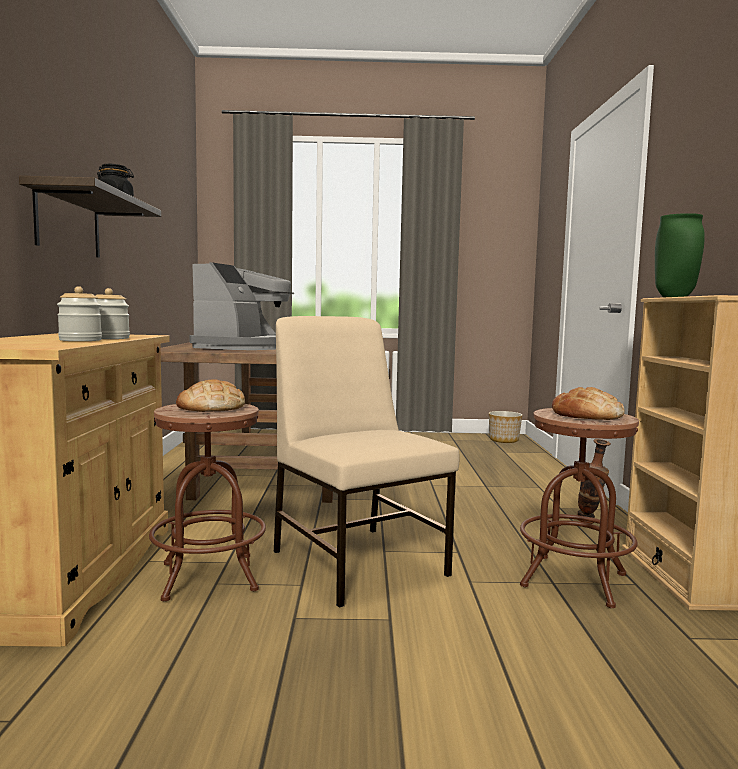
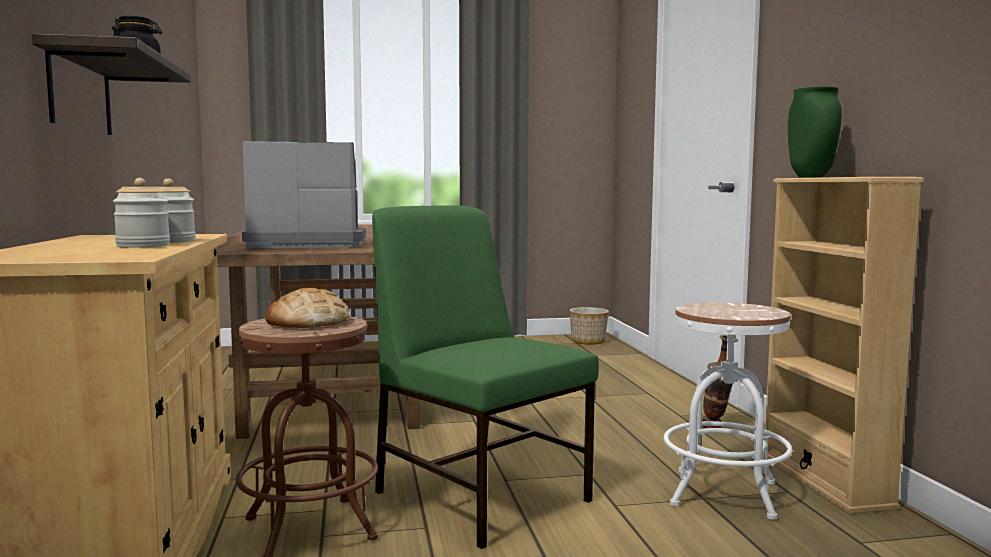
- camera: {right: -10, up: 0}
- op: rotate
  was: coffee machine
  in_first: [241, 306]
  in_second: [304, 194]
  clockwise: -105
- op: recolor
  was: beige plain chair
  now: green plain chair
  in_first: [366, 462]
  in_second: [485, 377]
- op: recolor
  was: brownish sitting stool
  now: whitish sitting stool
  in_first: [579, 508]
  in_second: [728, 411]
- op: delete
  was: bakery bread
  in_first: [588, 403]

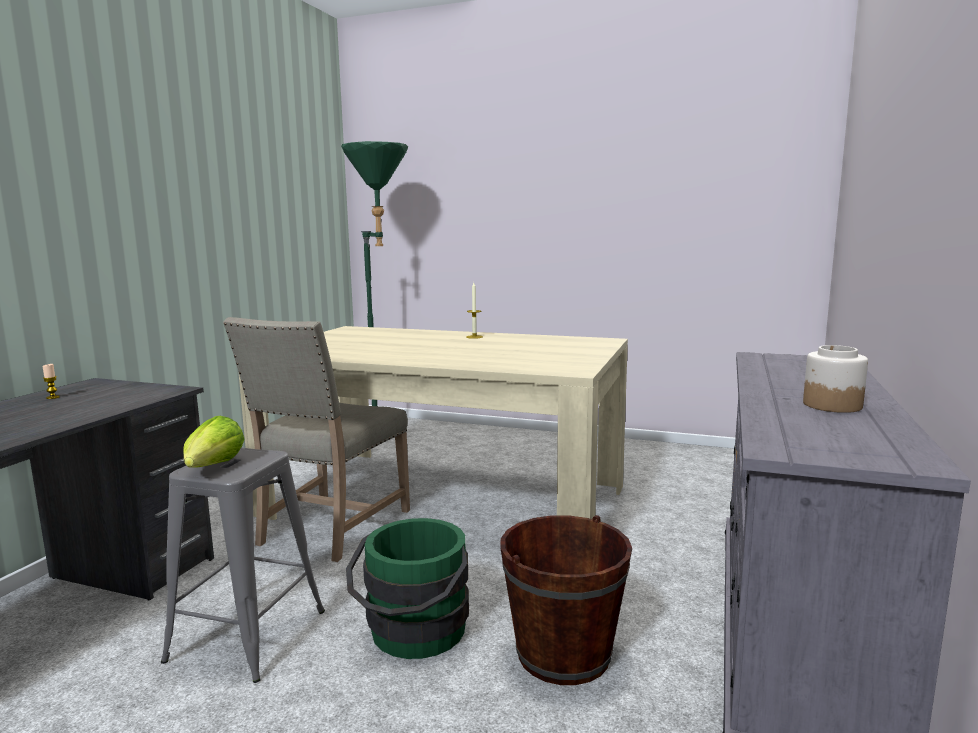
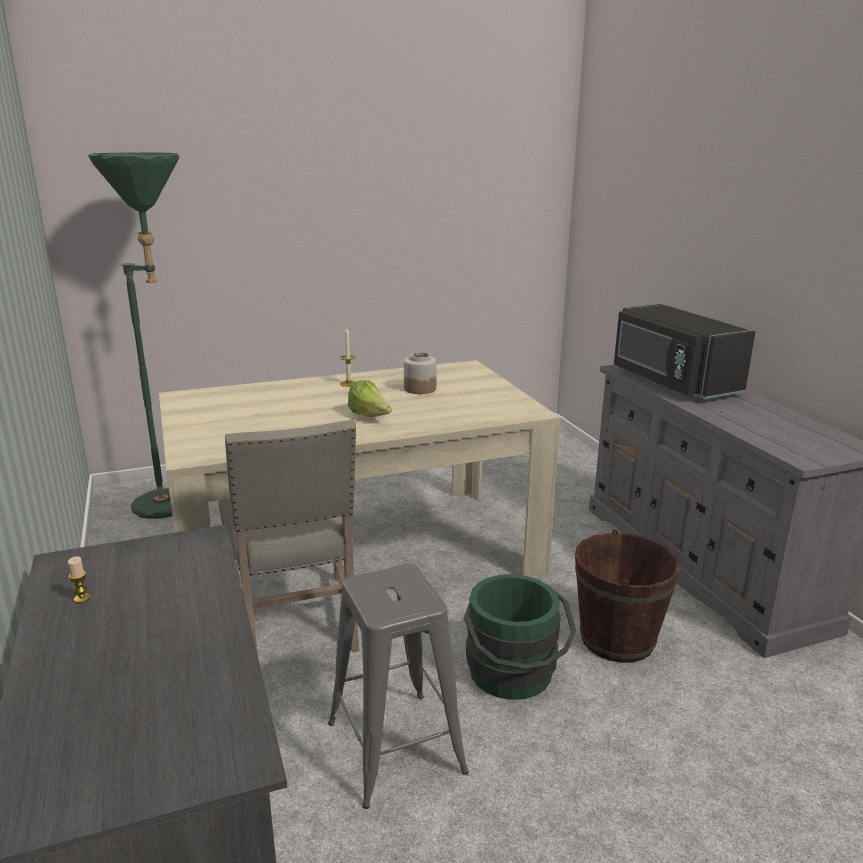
- camera: {right: -40, up: 10}
- op: move
  was: lettuce
  in_first: [214, 442]
  in_second: [370, 398]
- op: move
  was: preserve jar
  in_first: [835, 379]
  in_second: [420, 373]
- op: insert
  now: blackish microwave oven
  in_second: [684, 351]

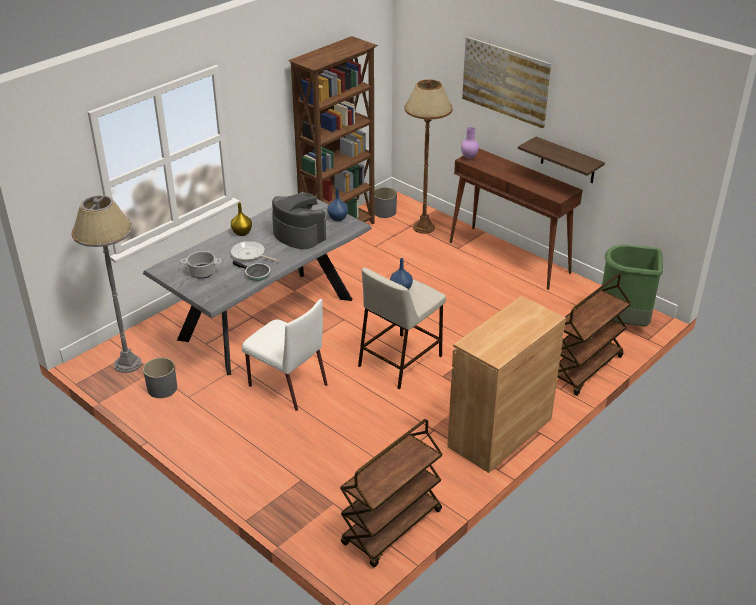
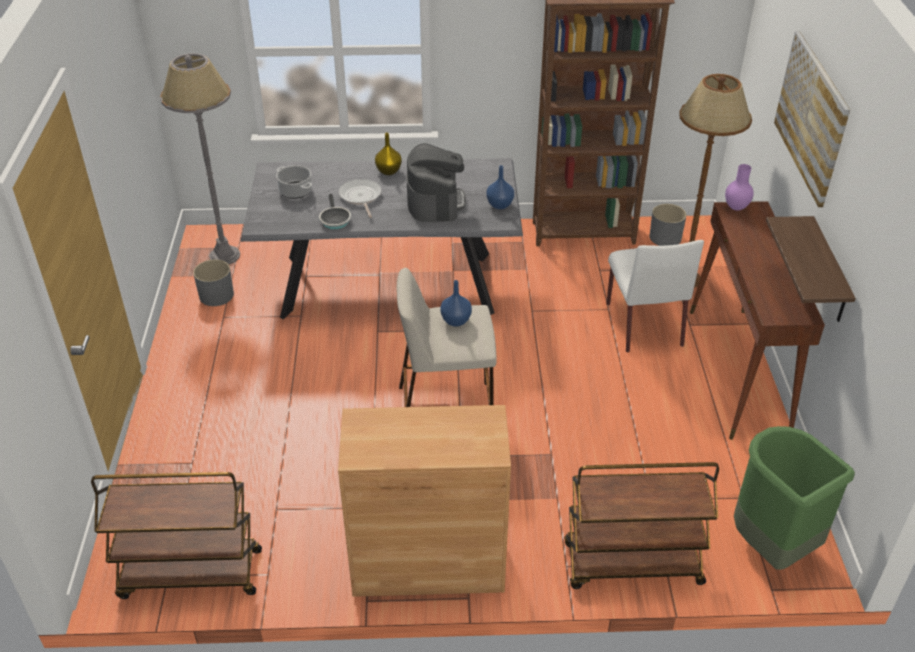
- camera: {right: 45, up: 5}
- op: move
  was: whitish plain chair
  in_first: [285, 355]
  in_second: [655, 296]

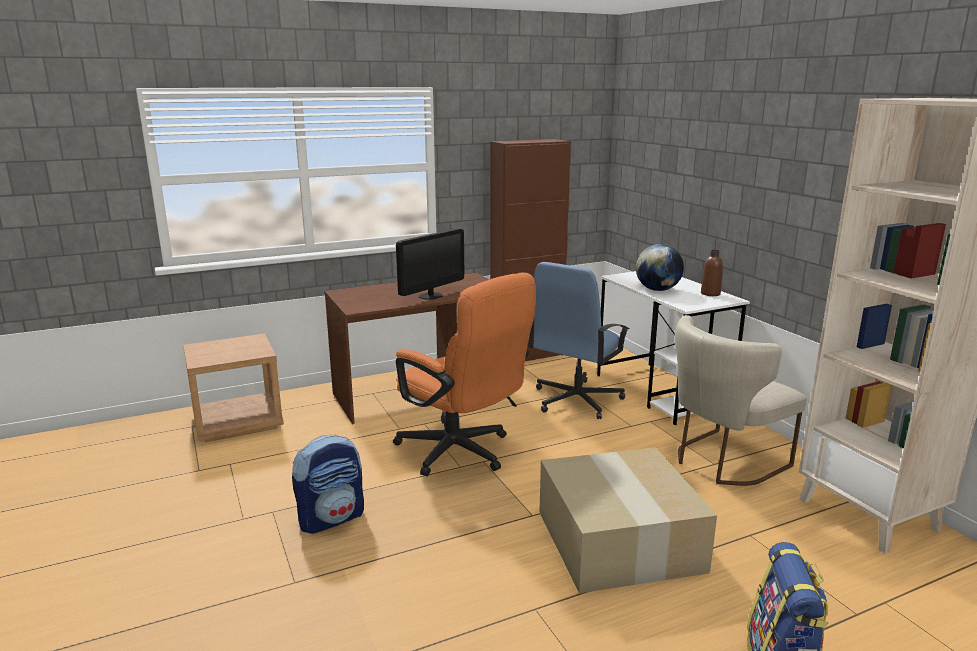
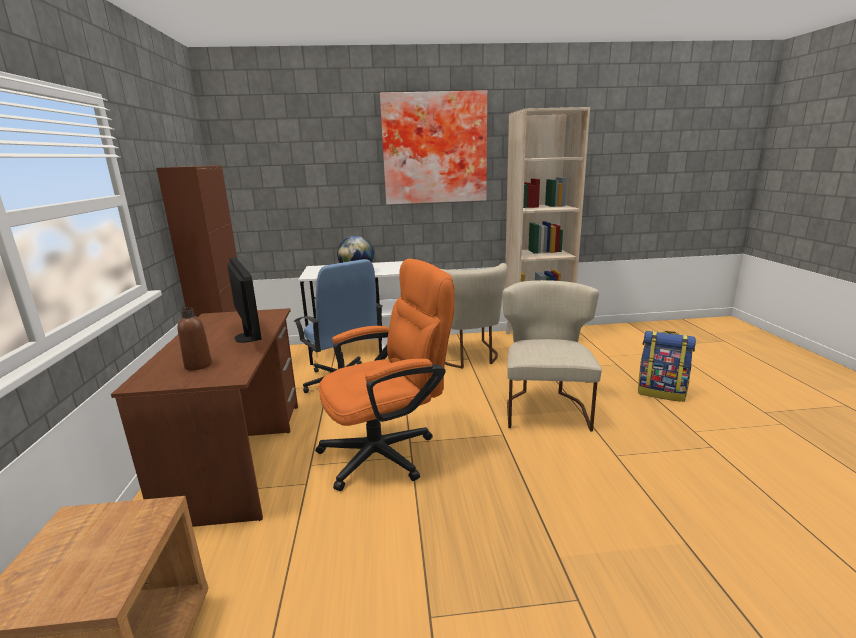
- camera: {right: -70, up: 0}
- op: delete
  was: knapsack
  in_first: [328, 484]
- op: replace
  was: cardboard box
  now: beige plain chair
  in_first: [628, 520]
  in_second: [552, 356]
- op: move
  was: brownish beverage bottle
  in_first: [712, 273]
  in_second: [194, 339]
- op: insert
  now: wall art
  in_second: [433, 147]

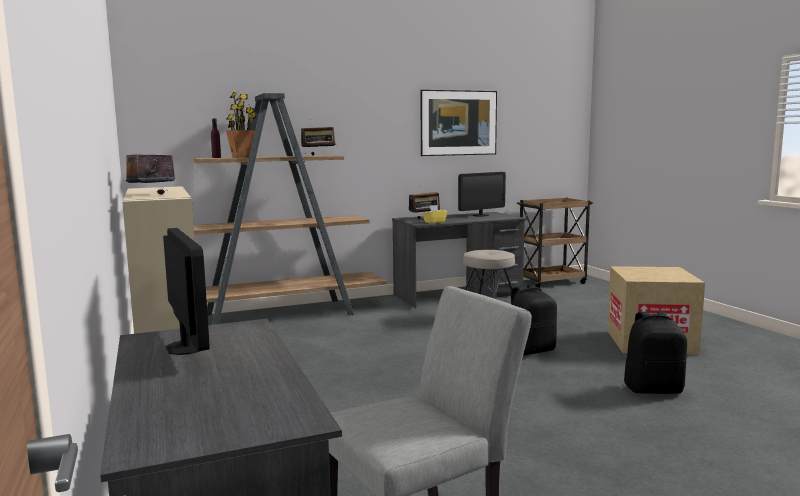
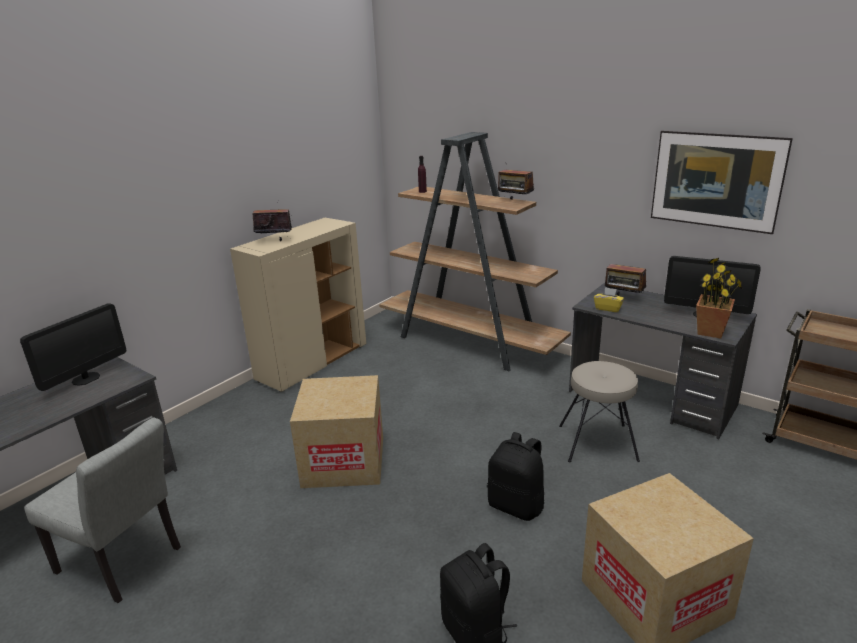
- camera: {right: 60, up: 15}
- op: move
  was: plant in a pot
  in_first: [241, 125]
  in_second: [719, 298]
- op: insert
  now: cardboard box
  in_second: [336, 431]

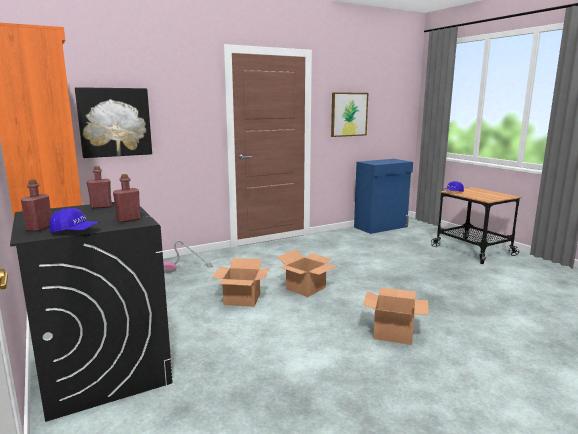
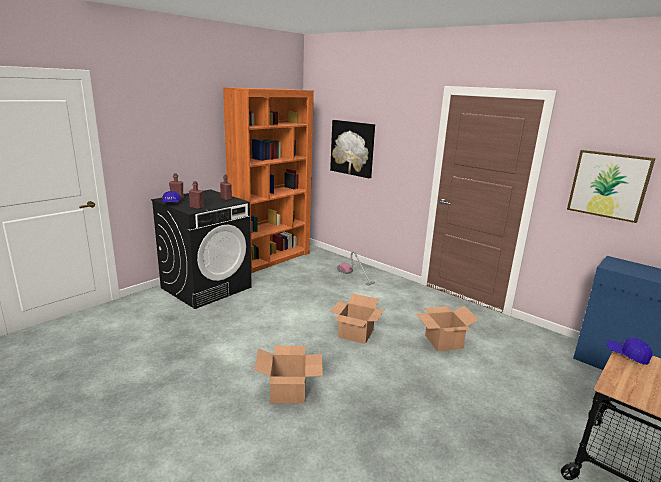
- camera: {right: 70, up: 5}
- op: move
  was: cardboard box
  in_first: [240, 282]
  in_second: [447, 328]

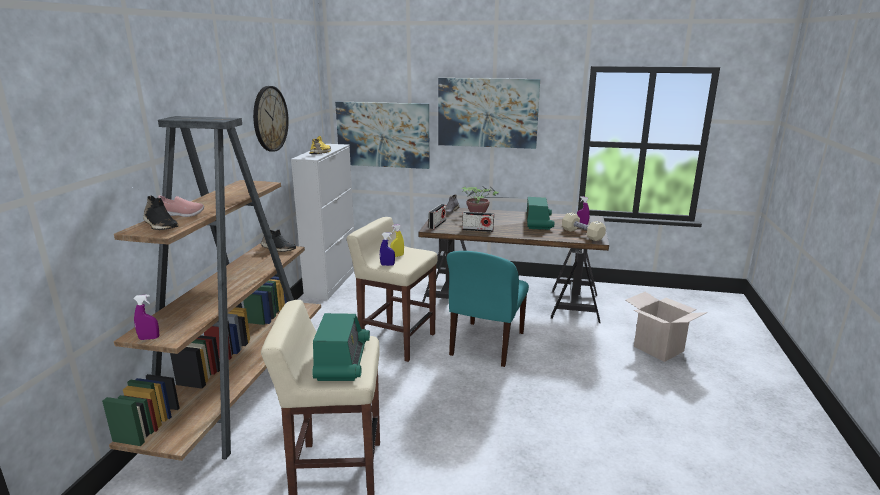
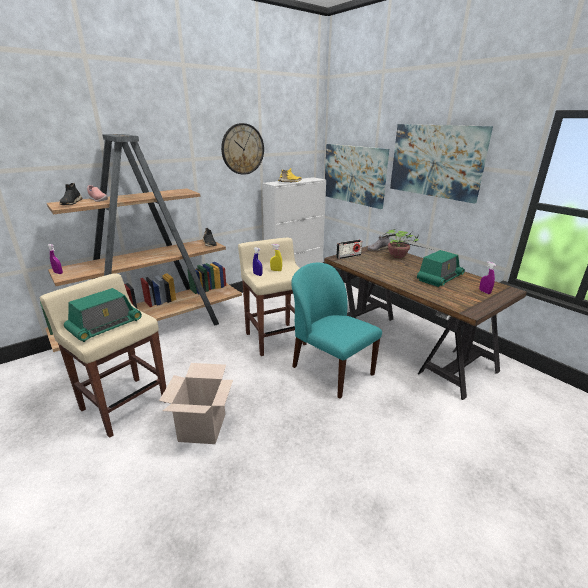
- camera: {right: 40, up: 5}
- op: rotate
  was: blue-green plain chair
  in_first: [488, 309]
  in_second: [336, 331]
  clockwise: 75
- op: delete
  was: radio set
  in_first: [478, 222]
- op: delete
  was: beige hand weight
  in_first: [584, 227]
- op: move
  was: cardboard box
  in_first: [666, 327]
  in_second: [196, 403]

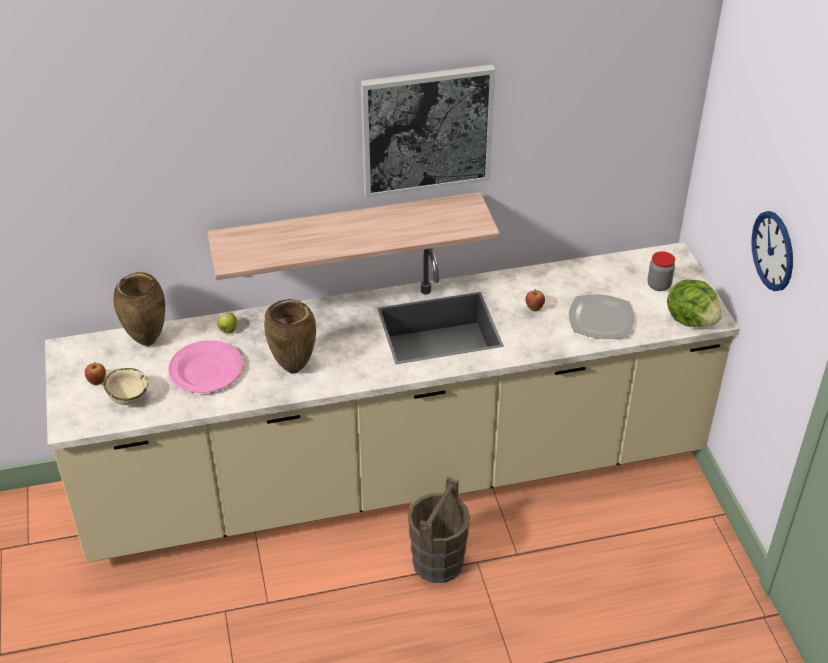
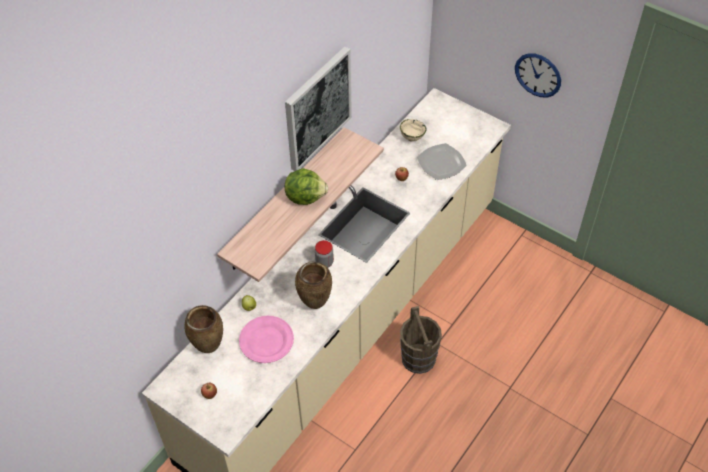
- camera: {right: -40, up: 10}
- op: move
  was: beige serving bowl
  in_first: [126, 386]
  in_second: [413, 130]
- op: move
  was: preserve jar
  in_first: [661, 271]
  in_second: [324, 253]
- op: move
  was: lettuce
  in_first: [694, 303]
  in_second: [306, 186]

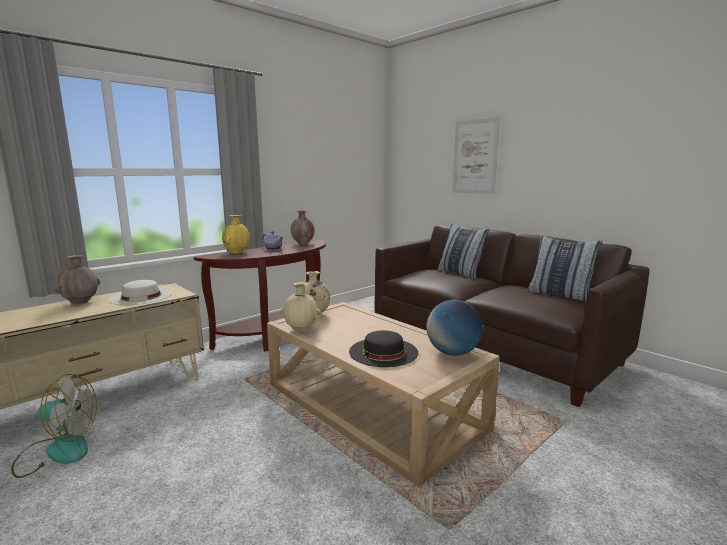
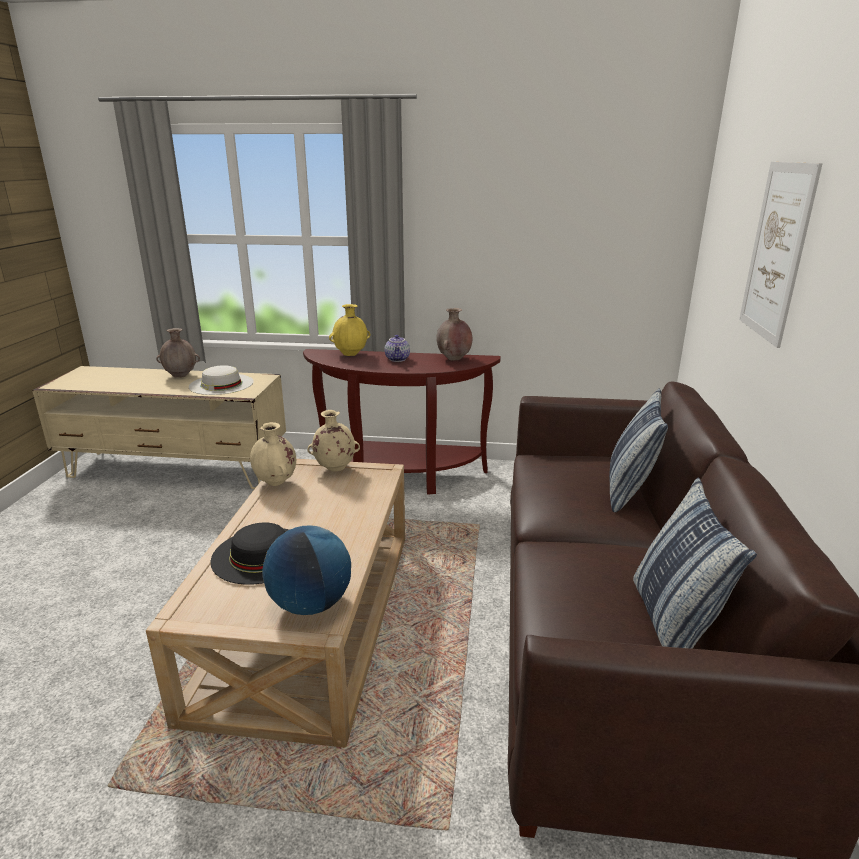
- camera: {right: 50, up: 10}
- op: delete
  was: fan
  in_first: [54, 426]

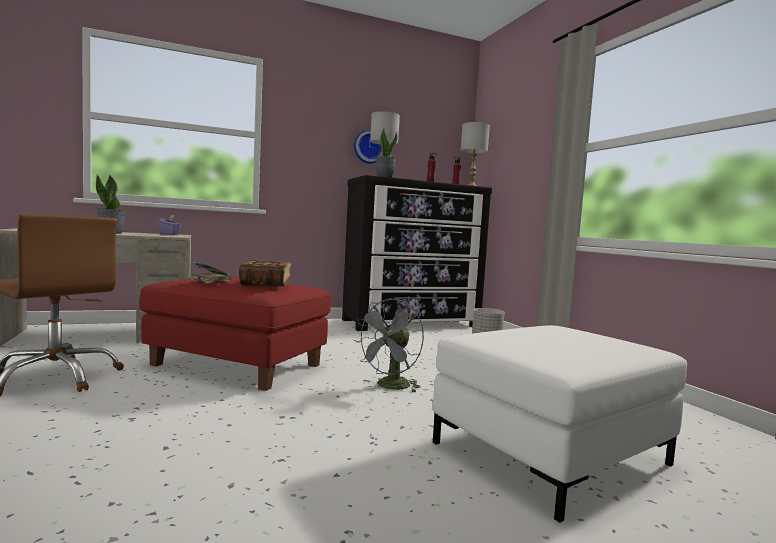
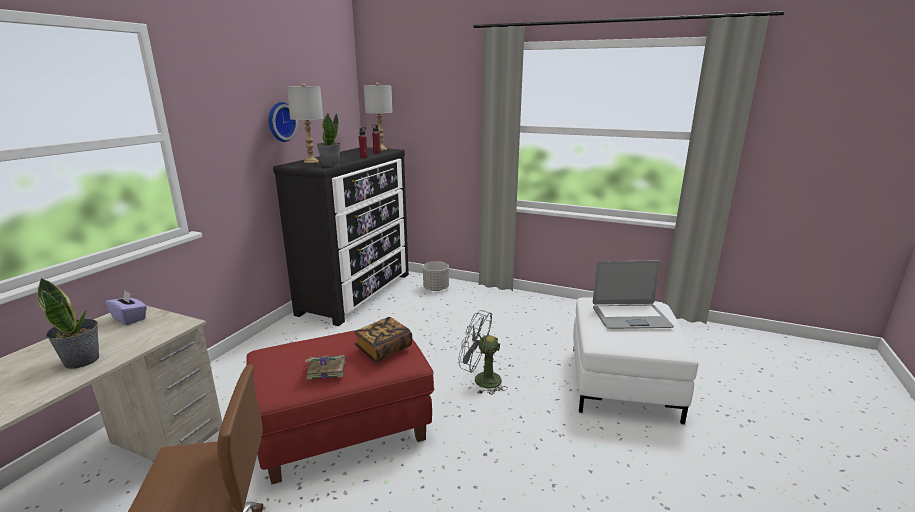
- camera: {right: -45, up: 15}
- op: rotate
  was: greyish fan
  in_first: [389, 345]
  in_second: [483, 352]
  clockwise: 120
- op: insert
  now: laptop
  in_second: [633, 295]

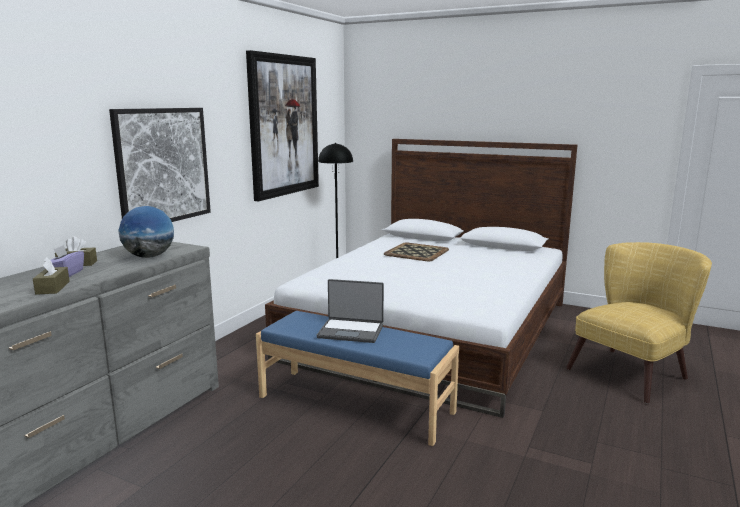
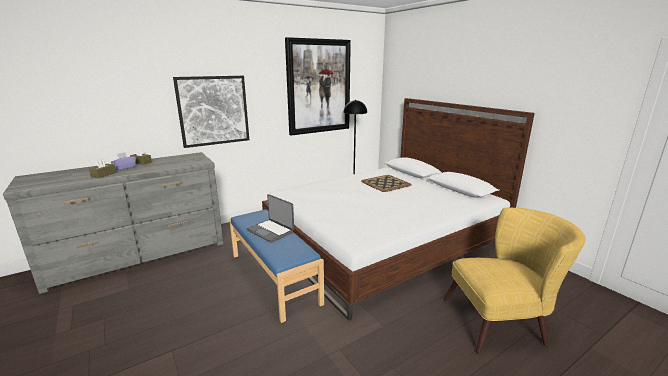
- camera: {right: 30, up: 5}
- op: delete
  was: globe
  in_first: [146, 232]

